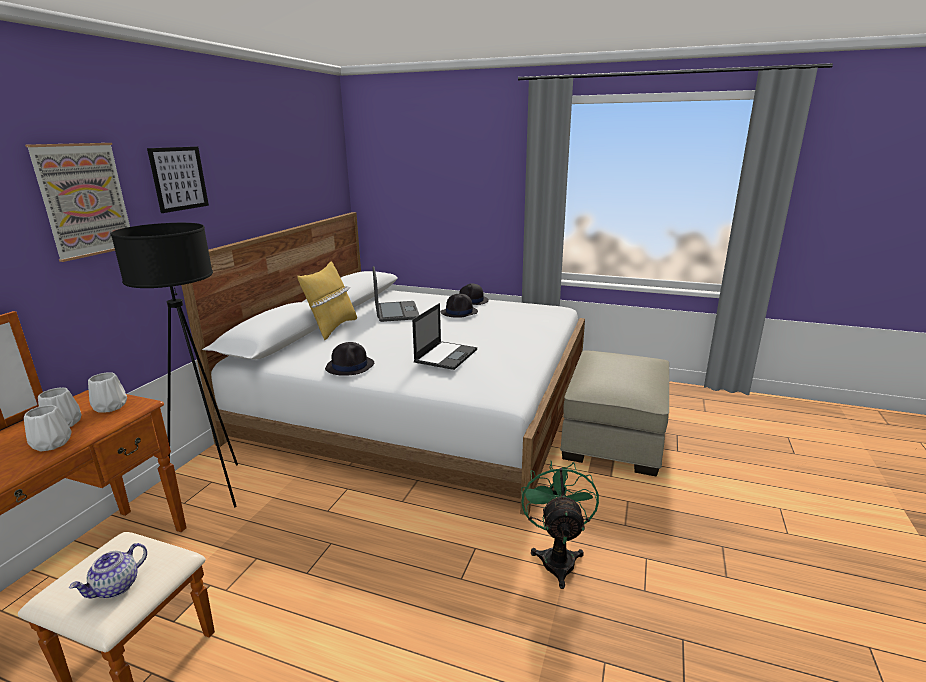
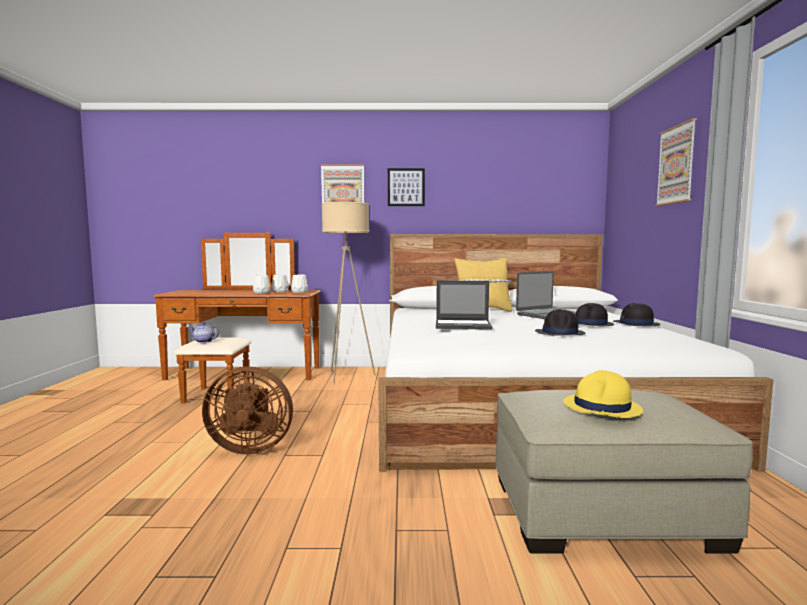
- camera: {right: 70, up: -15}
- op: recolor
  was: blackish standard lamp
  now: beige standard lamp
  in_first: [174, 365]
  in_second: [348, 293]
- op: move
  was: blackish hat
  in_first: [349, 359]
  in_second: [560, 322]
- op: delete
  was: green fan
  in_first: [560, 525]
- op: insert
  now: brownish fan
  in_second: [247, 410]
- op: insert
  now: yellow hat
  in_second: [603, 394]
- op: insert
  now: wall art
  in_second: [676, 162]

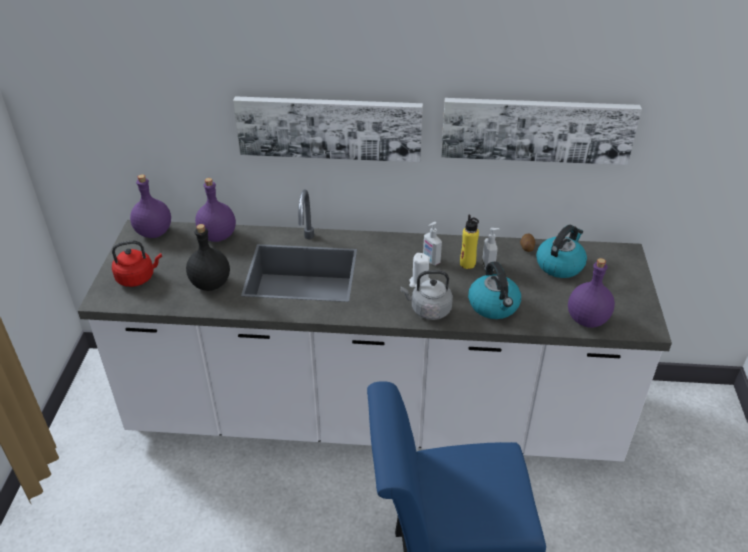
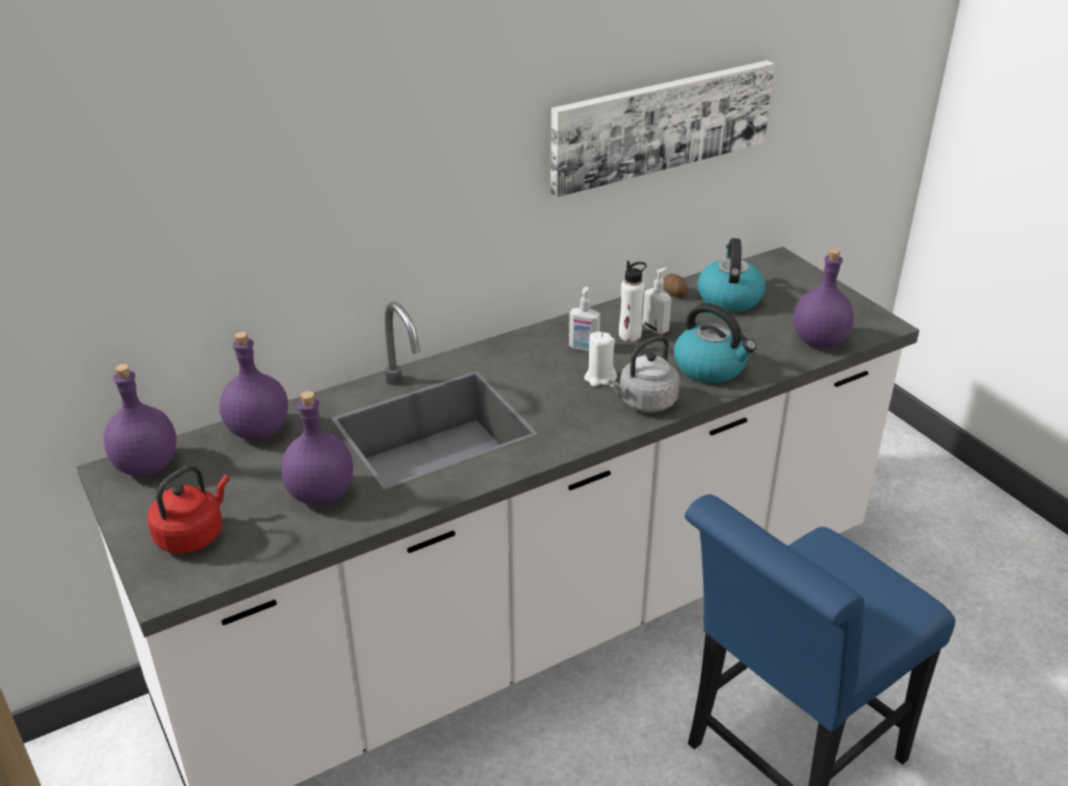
- camera: {right: -35, up: -5}
- op: recolor
  was: blackish beverage bottle
  now: purple beverage bottle
  in_first: [208, 257]
  in_second: [317, 448]
- op: delete
  was: wall art
  in_first: [328, 129]
- op: recolor
  was: yellow beverage bottle
  now: whitish beverage bottle
  in_first: [469, 241]
  in_second: [633, 301]

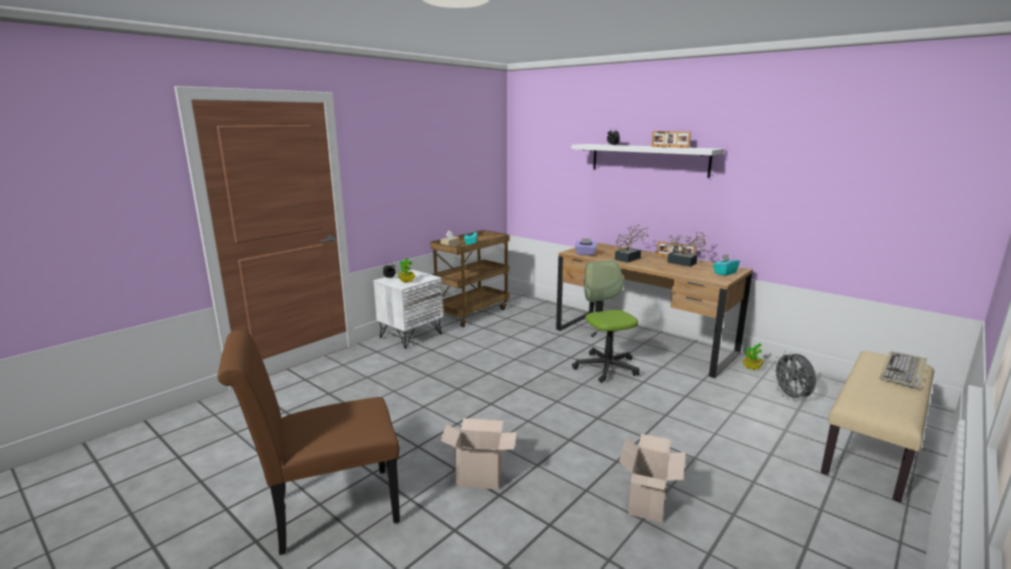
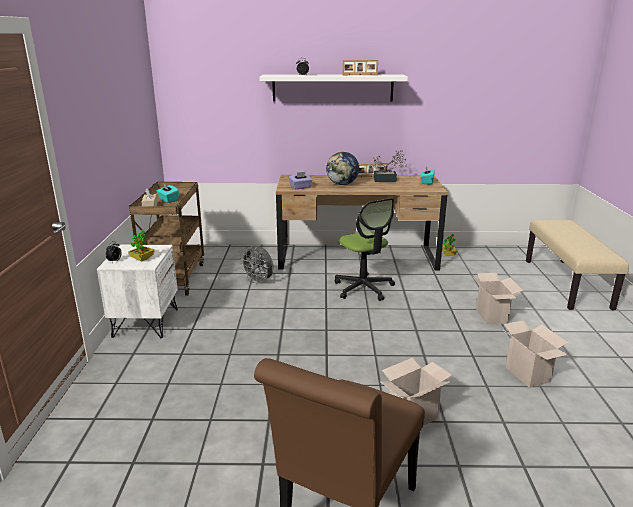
- camera: {right: -40, up: 5}
- op: rotate
  was: office chair
  in_first: [605, 321]
  in_second: [365, 249]
  clockwise: -150
- op: replace
  was: plant in a pot
  now: globe
  in_first: [631, 244]
  in_second: [342, 168]
- op: move
  was: greyish fan
  in_first: [794, 376]
  in_second: [256, 265]
- op: delete
  was: keyboard
  in_first: [903, 370]
- op: insert
  now: cardboard box
  in_second: [497, 298]

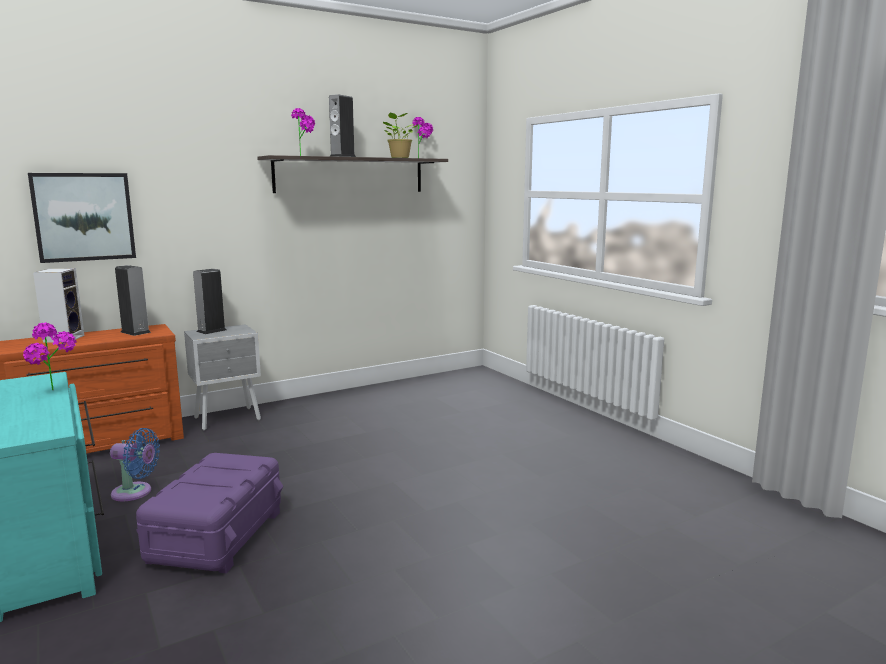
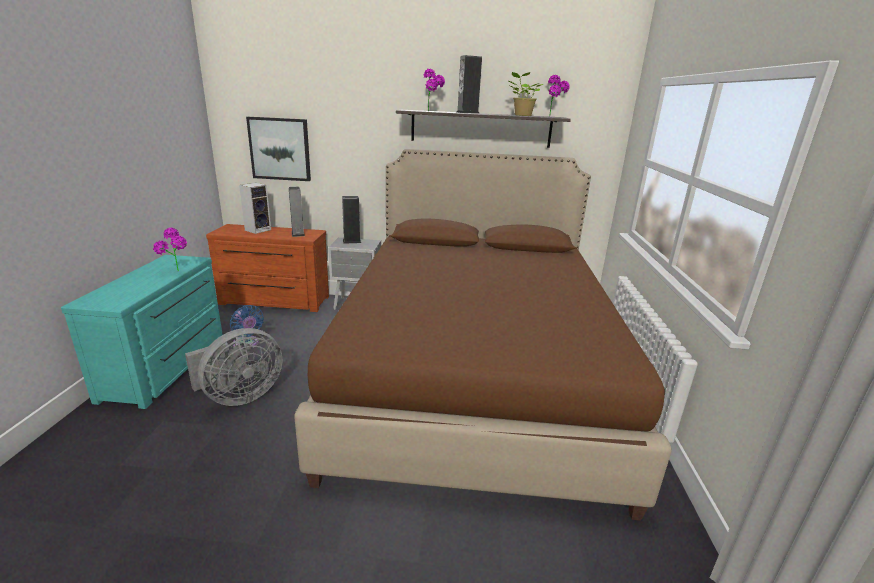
- camera: {right: 35, up: 10}
- op: replace
  was: purple storage container
  now: greyish fan
  in_first: [209, 513]
  in_second: [233, 367]
- op: insert
  now: brownish sleeping bed
  in_second: [483, 335]

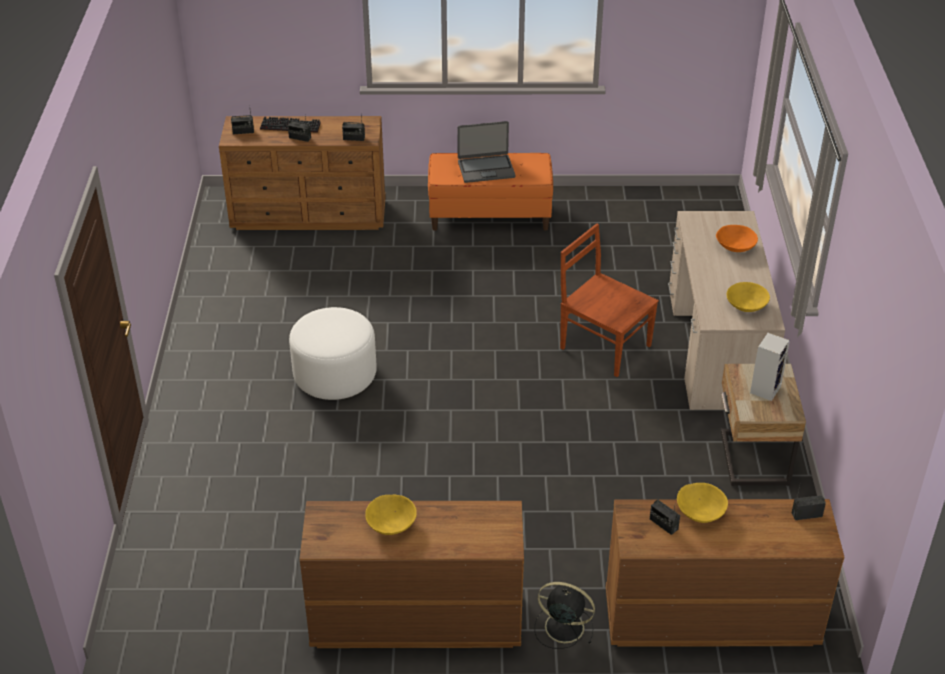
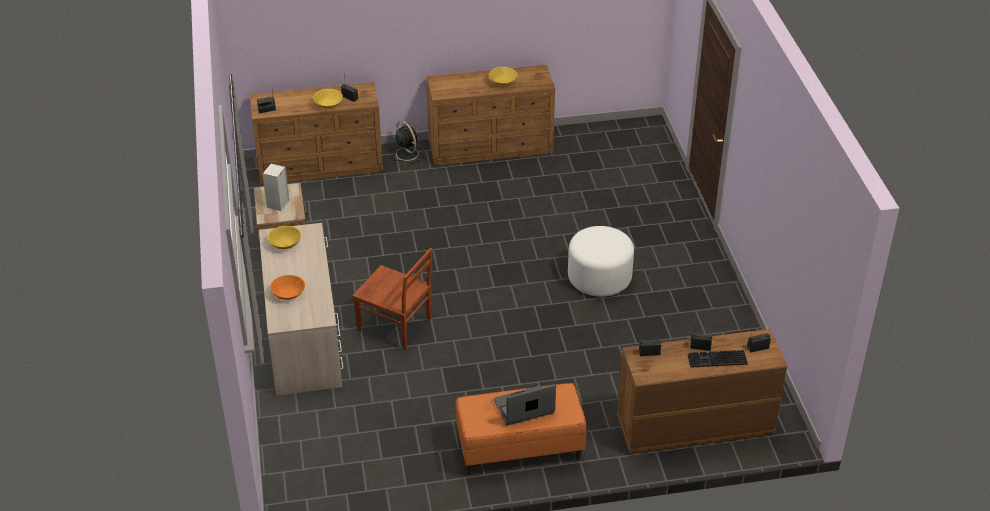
- camera: {right: 170, up: 0}
- op: rotate
  was: blackish fan
  in_first: [565, 615]
  in_second: [406, 142]
  clockwise: -135

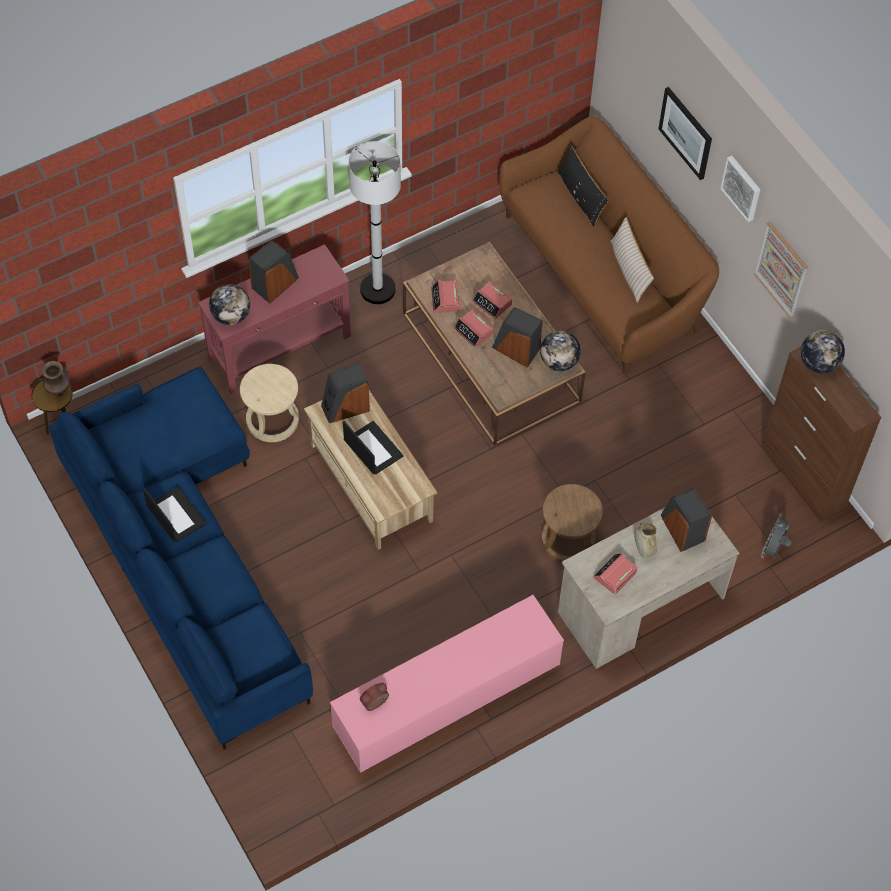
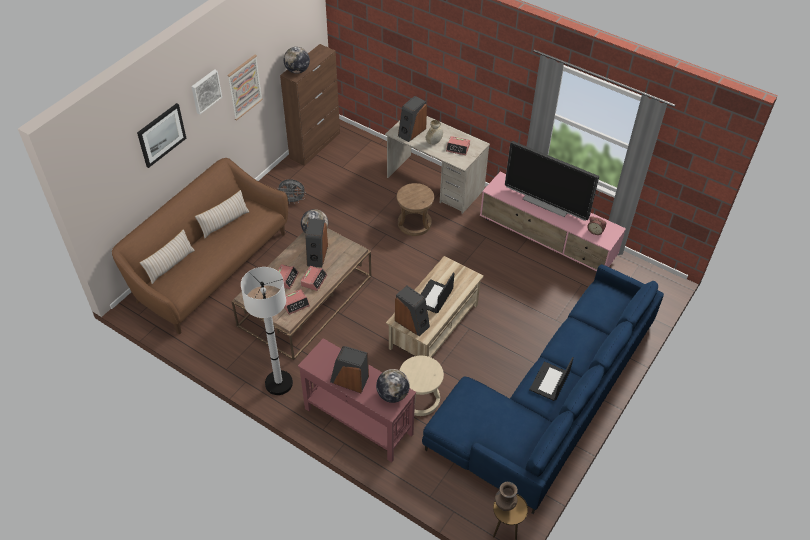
- camera: {right: -115, up: -10}
- op: recolor
  was: blackish pillow
  now: beige pillow
  in_first: [582, 185]
  in_second: [167, 256]
- op: move
  was: greyish fan
  in_first: [776, 536]
  in_second: [291, 191]
- op: insert
  now: television
  in_second: [552, 181]

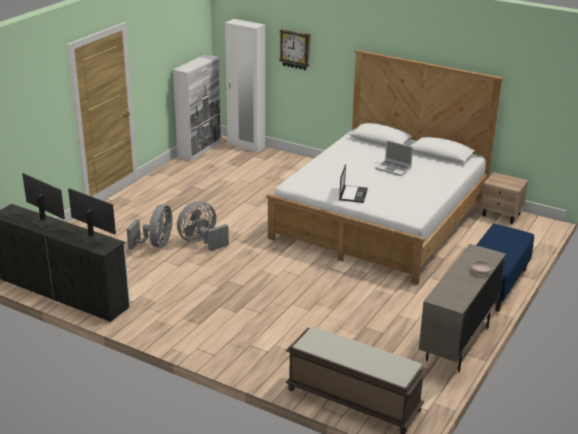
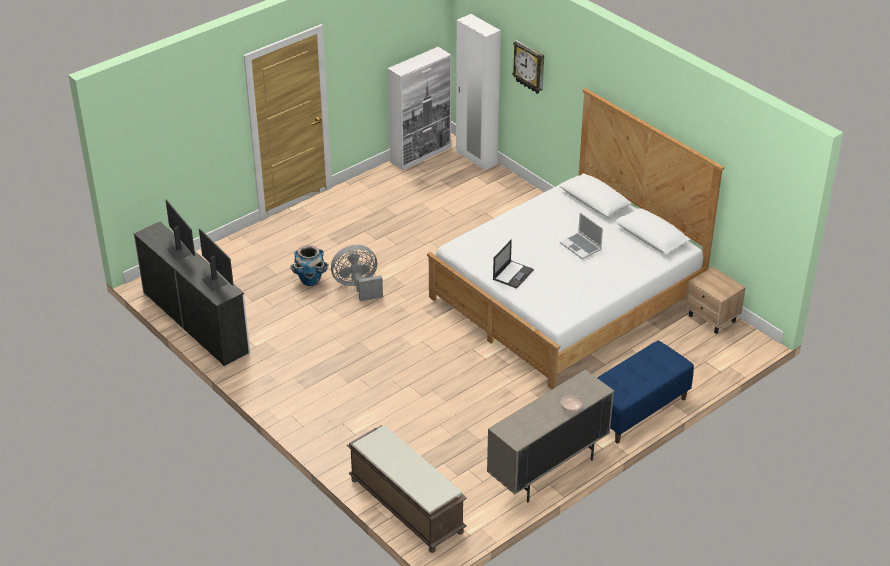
- camera: {right: 20, up: 10}
- op: replace
  was: greyish fan
  now: planter
  in_first: [149, 226]
  in_second: [309, 265]

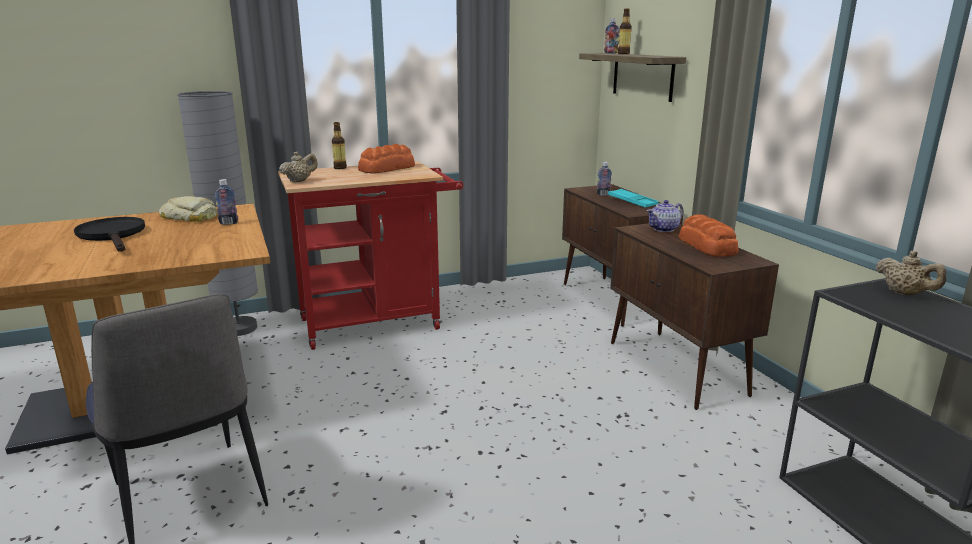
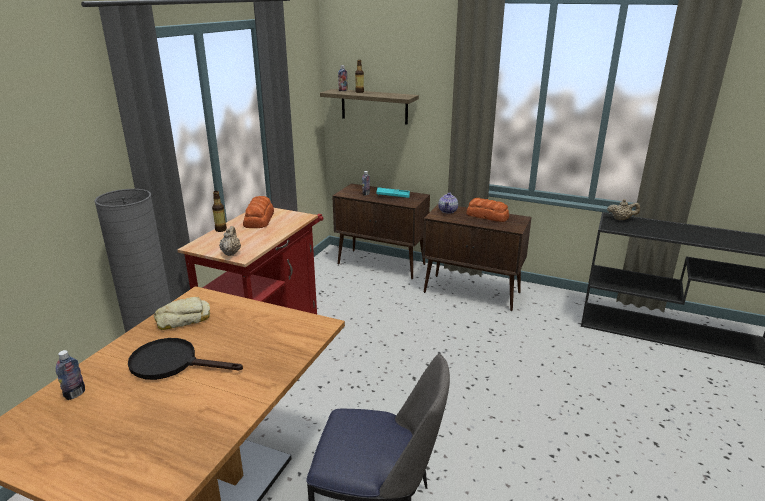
- camera: {right: -45, up: 5}
- op: move
  was: beverage bottle
  in_first: [226, 202]
  in_second: [70, 375]

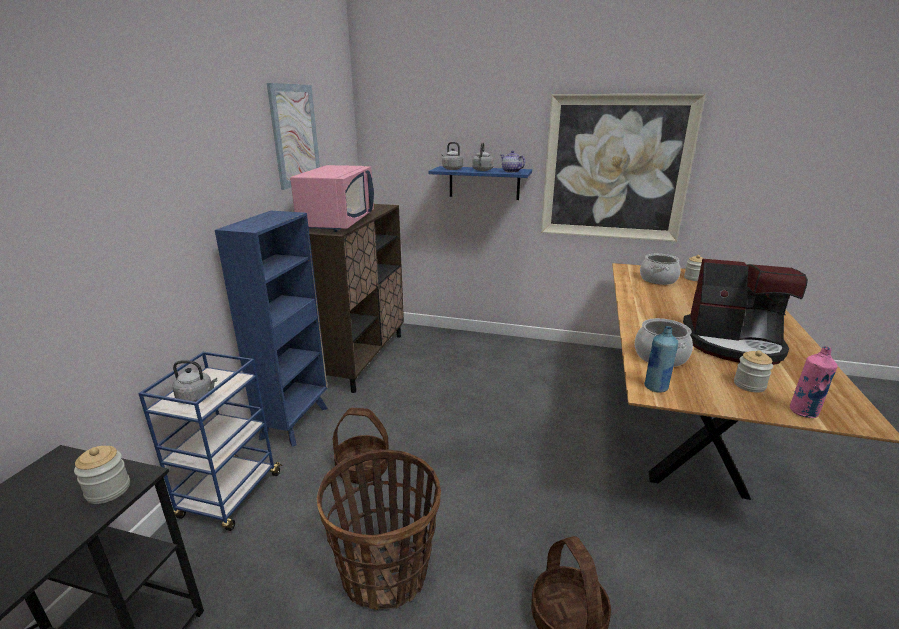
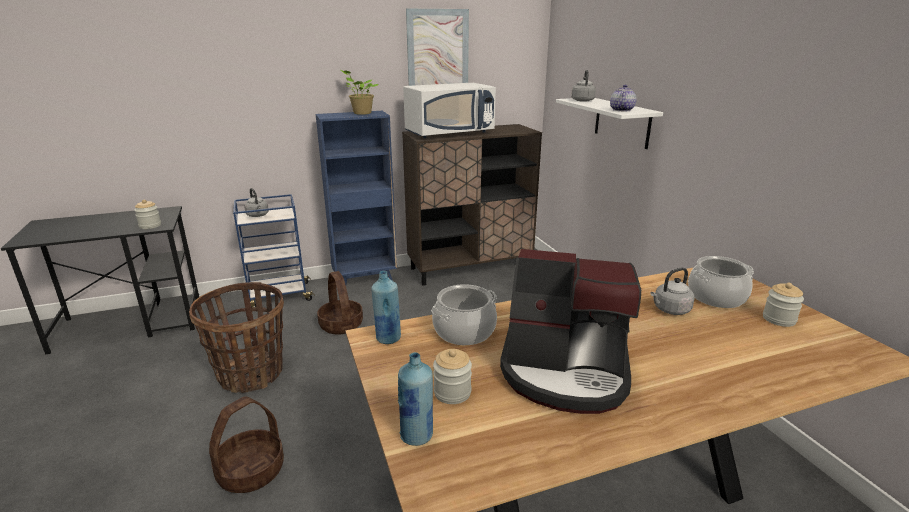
- camera: {right: 55, up: 0}
- op: recolor
  was: pinkish microwave oven
  now: whitish microwave oven
  in_first: [332, 198]
  in_second: [449, 110]
- op: recolor
  was: blue bracket shelf
  now: whitish bracket shelf
  in_first: [480, 183]
  in_second: [609, 123]
- op: move
  was: greyish kettle
  in_first: [483, 156]
  in_second: [672, 291]
- op: delete
  was: wall art
  in_first: [623, 168]
- op: rotate
  was: coffee machine
  in_first: [745, 312]
  in_second: [570, 331]
  clockwise: -60
- op: recolor
  was: pinkish beverage bottle
  now: blue beverage bottle
  in_first: [814, 382]
  in_second: [415, 399]
- op: insert
  now: plant in a pot
  in_second: [360, 92]

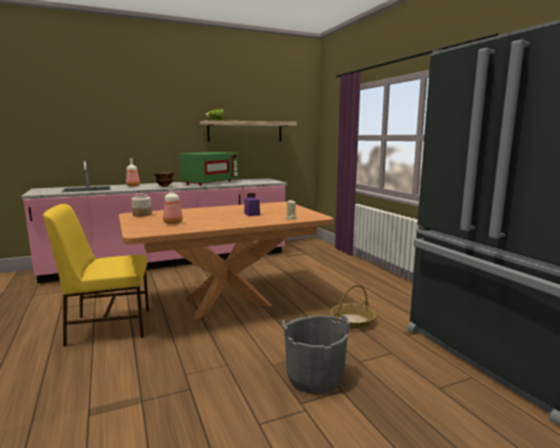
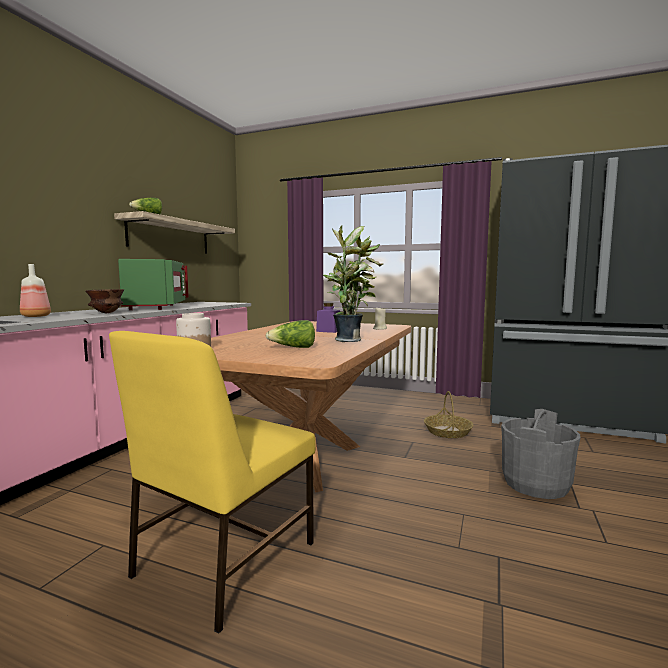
- camera: {right: -45, up: -5}
- op: replace
  was: beverage bottle
  now: lettuce
  in_first: [173, 204]
  in_second: [290, 334]
- op: insert
  now: plant in a pot
  in_second: [353, 283]

